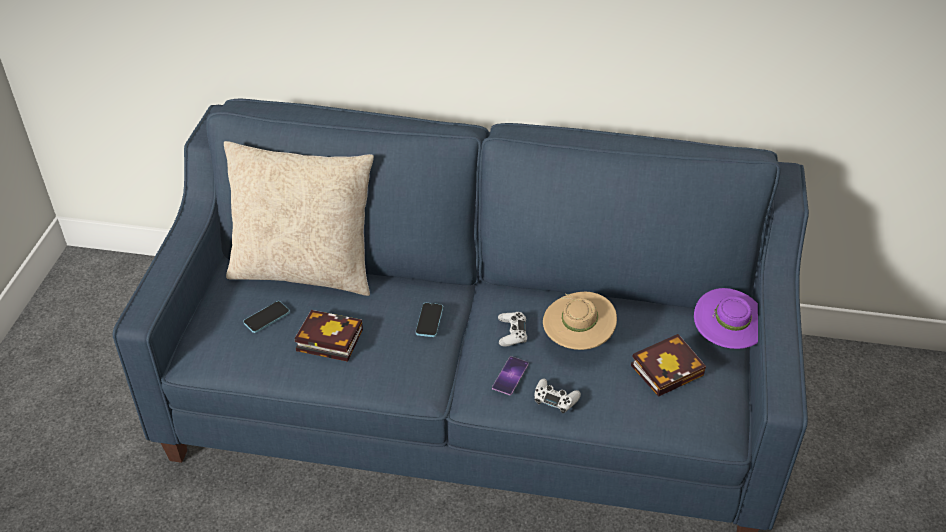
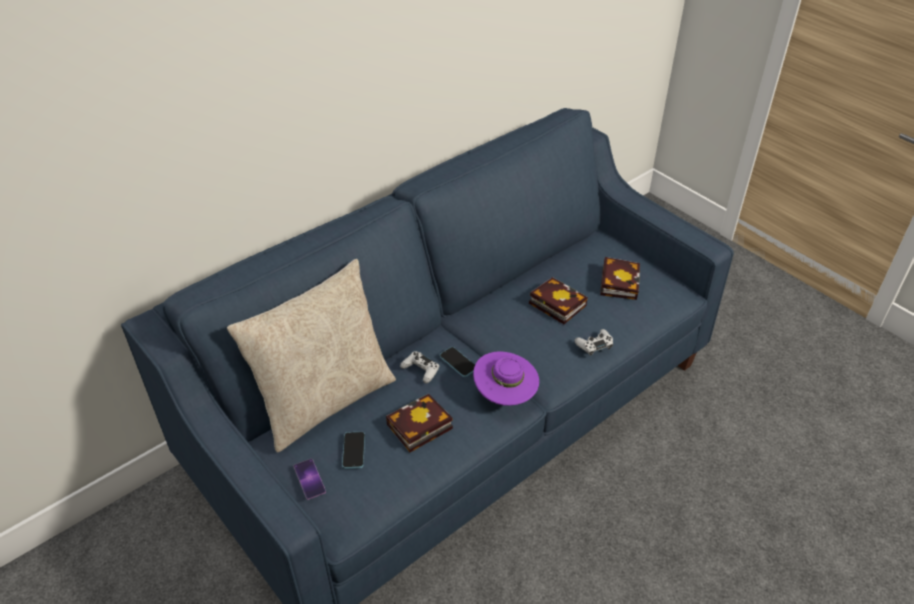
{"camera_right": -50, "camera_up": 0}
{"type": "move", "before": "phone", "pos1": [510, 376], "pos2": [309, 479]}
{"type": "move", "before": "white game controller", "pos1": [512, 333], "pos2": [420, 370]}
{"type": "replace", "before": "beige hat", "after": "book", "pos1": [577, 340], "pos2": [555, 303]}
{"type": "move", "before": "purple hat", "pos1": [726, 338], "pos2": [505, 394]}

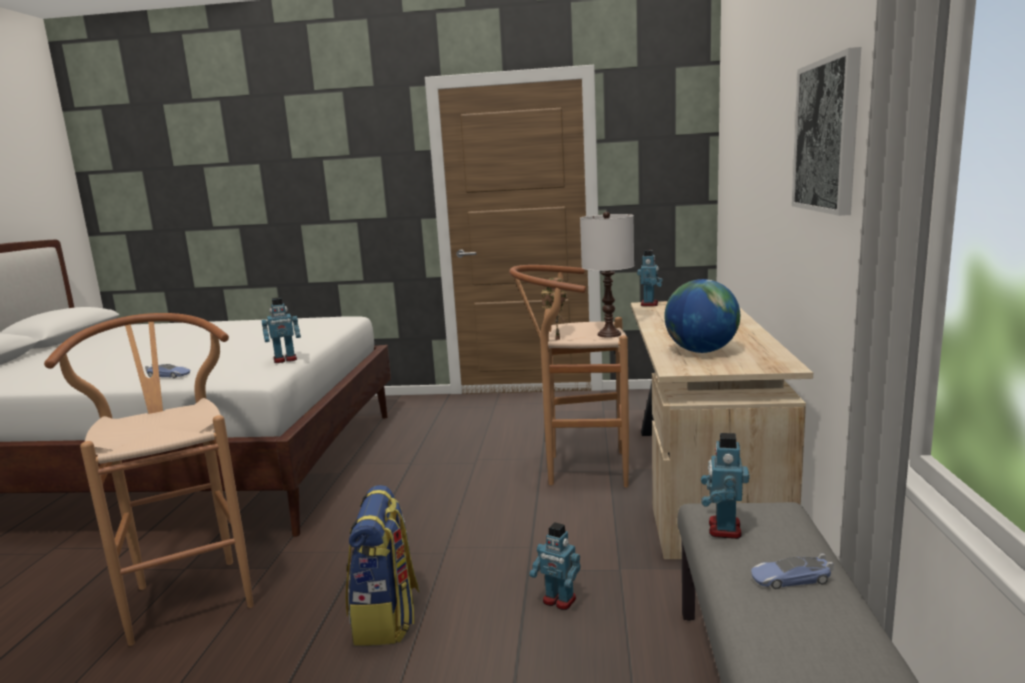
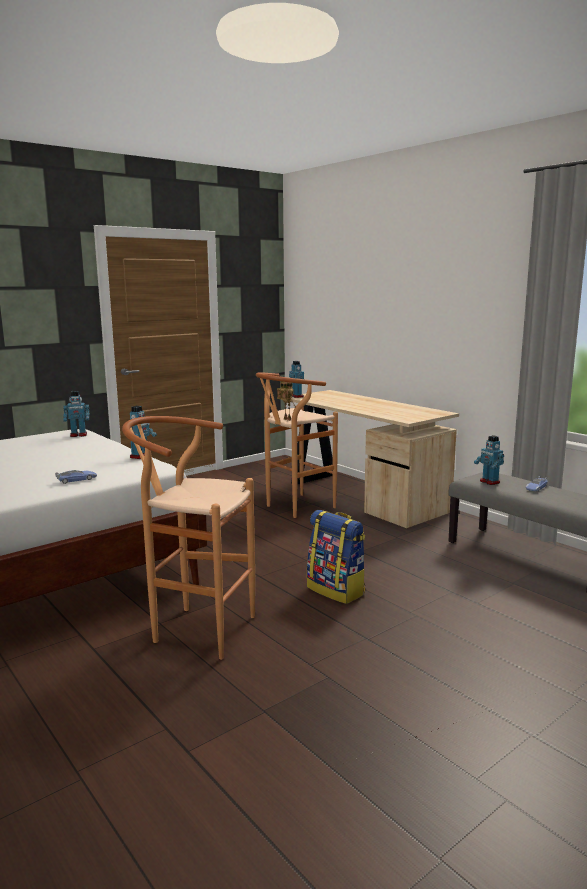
{"camera_right": -45, "camera_up": 0}
{"type": "move", "before": "toy robot", "pos1": [559, 601], "pos2": [78, 435]}
{"type": "delete", "before": "white table lamp", "pos1": [608, 334]}
{"type": "delete", "before": "globe", "pos1": [701, 351]}
{"type": "delete", "before": "picture", "pos1": [827, 136]}

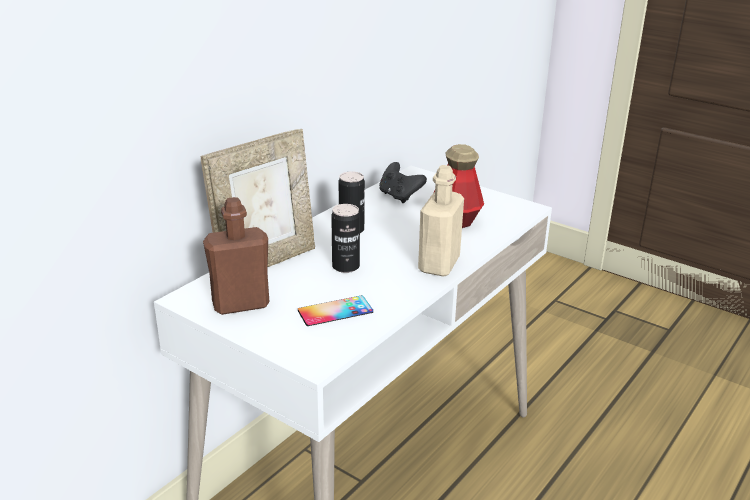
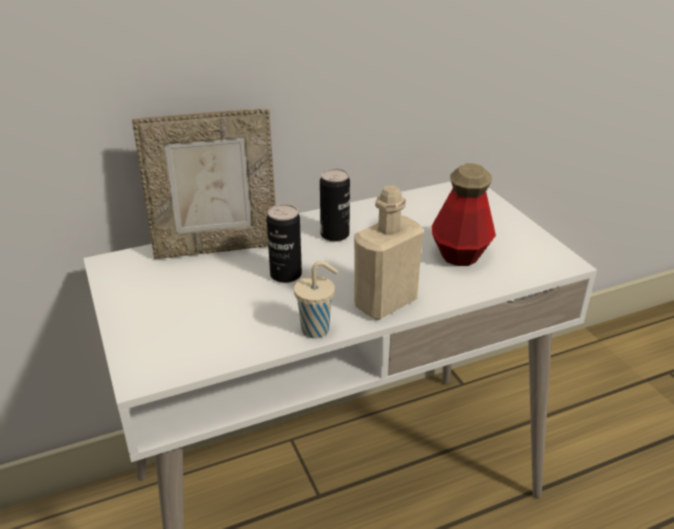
{"camera_right": 30, "camera_up": 5}
{"type": "delete", "before": "brown bottle", "pos1": [240, 304]}
{"type": "delete", "before": "phone", "pos1": [335, 311]}
{"type": "delete", "before": "black game controller", "pos1": [399, 196]}
{"type": "insert", "after": "beige cup", "pos2": [317, 329]}

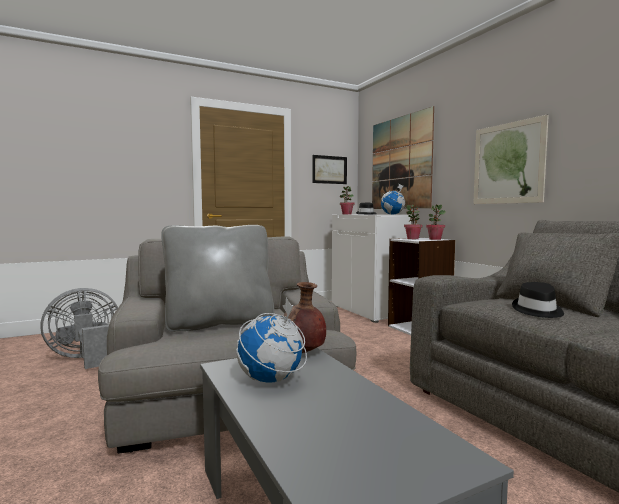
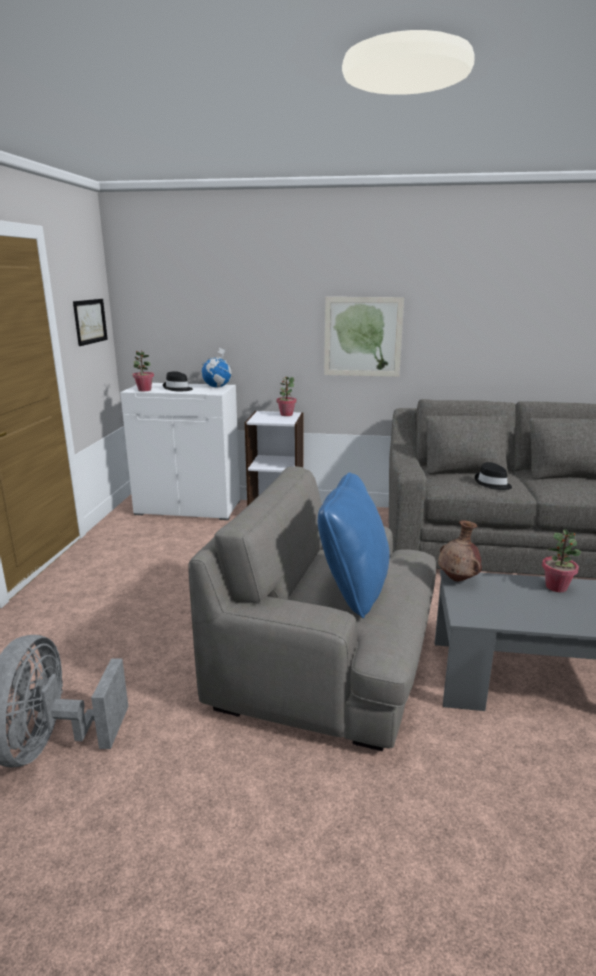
{"camera_right": -55, "camera_up": 15}
{"type": "recolor", "before": "grey pillow", "after": "blue pillow", "pos1": [219, 323], "pos2": [354, 588]}
{"type": "delete", "before": "globe", "pos1": [271, 380]}
{"type": "delete", "before": "picture", "pos1": [400, 163]}
{"type": "move", "before": "potted plant", "pos1": [413, 239], "pos2": [556, 587]}

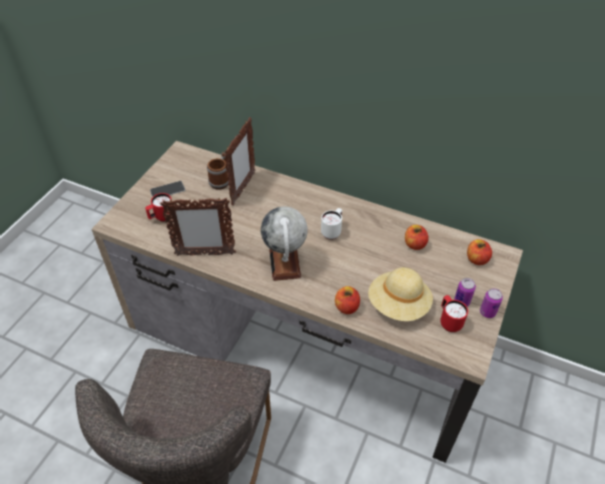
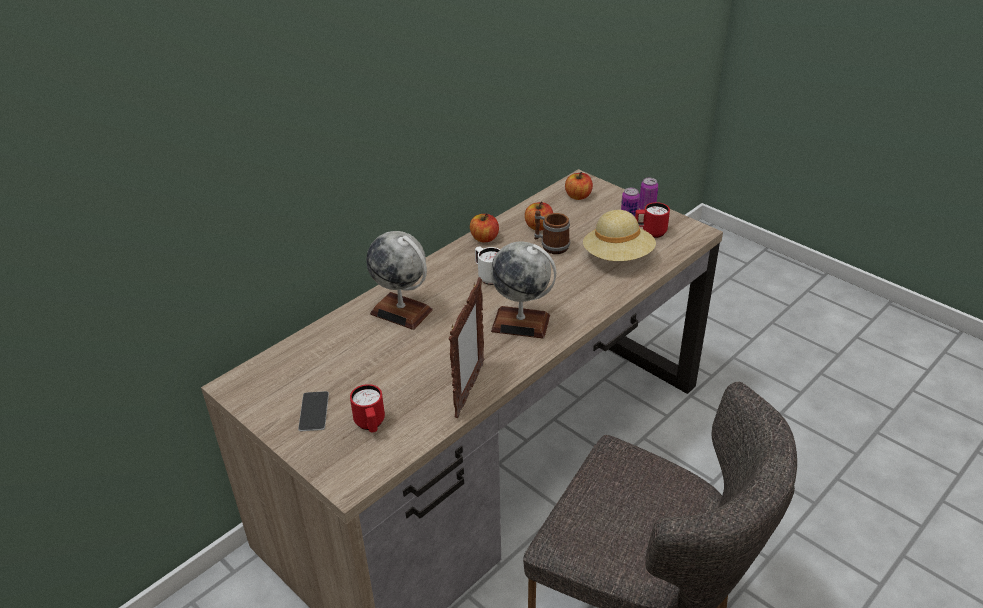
{"camera_right": -70, "camera_up": -10}
{"type": "move", "before": "mug", "pos1": [221, 180], "pos2": [550, 245]}
{"type": "delete", "before": "picture frame", "pos1": [243, 189]}
{"type": "move", "before": "apple", "pos1": [346, 307], "pos2": [484, 238]}
{"type": "insert", "after": "globe", "pos2": [401, 311]}

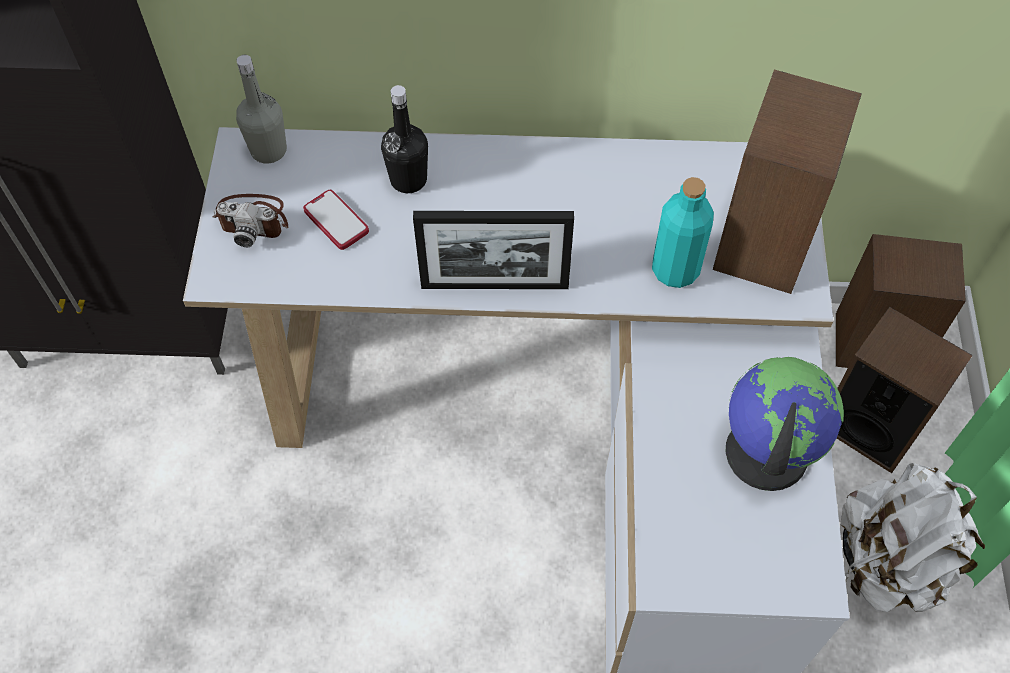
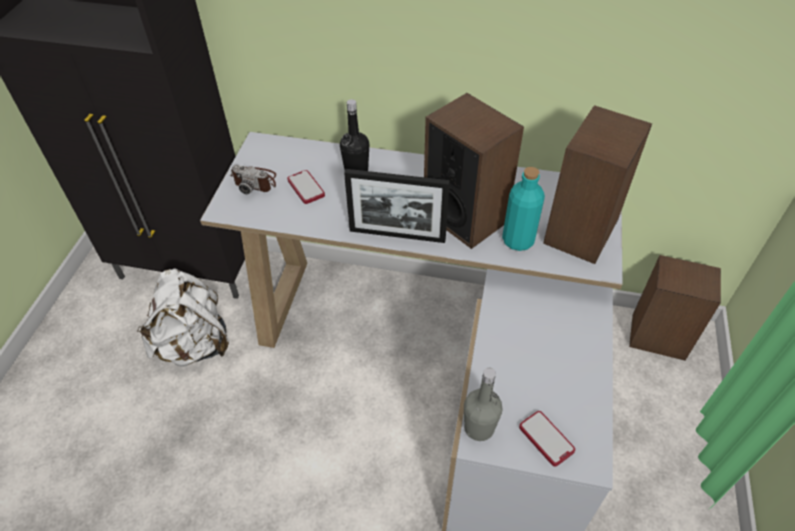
{"camera_right": 10, "camera_up": -10}
{"type": "move", "before": "grey bottle", "pos1": [268, 150], "pos2": [479, 428]}
{"type": "delete", "before": "globe", "pos1": [765, 452]}
{"type": "move", "before": "speaker", "pos1": [870, 425], "pos2": [465, 216]}
{"type": "move", "before": "white backpack", "pos1": [889, 561], "pos2": [194, 344]}
{"type": "insert", "after": "phone", "pos2": [546, 439]}

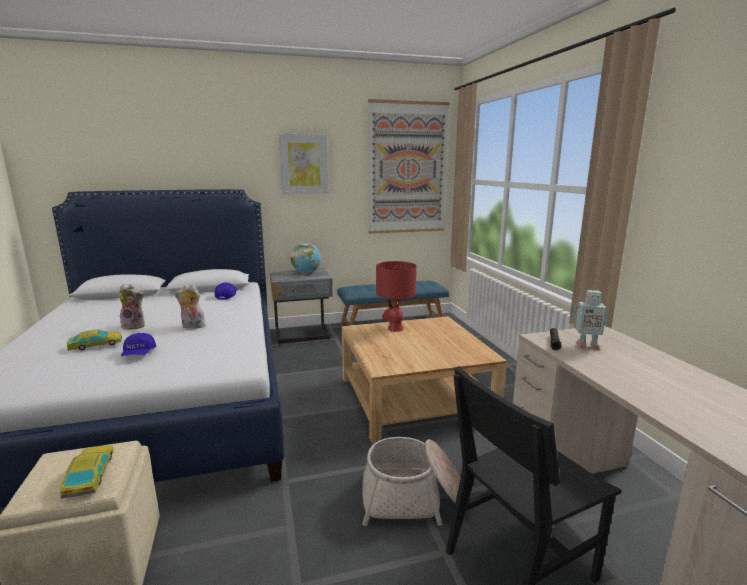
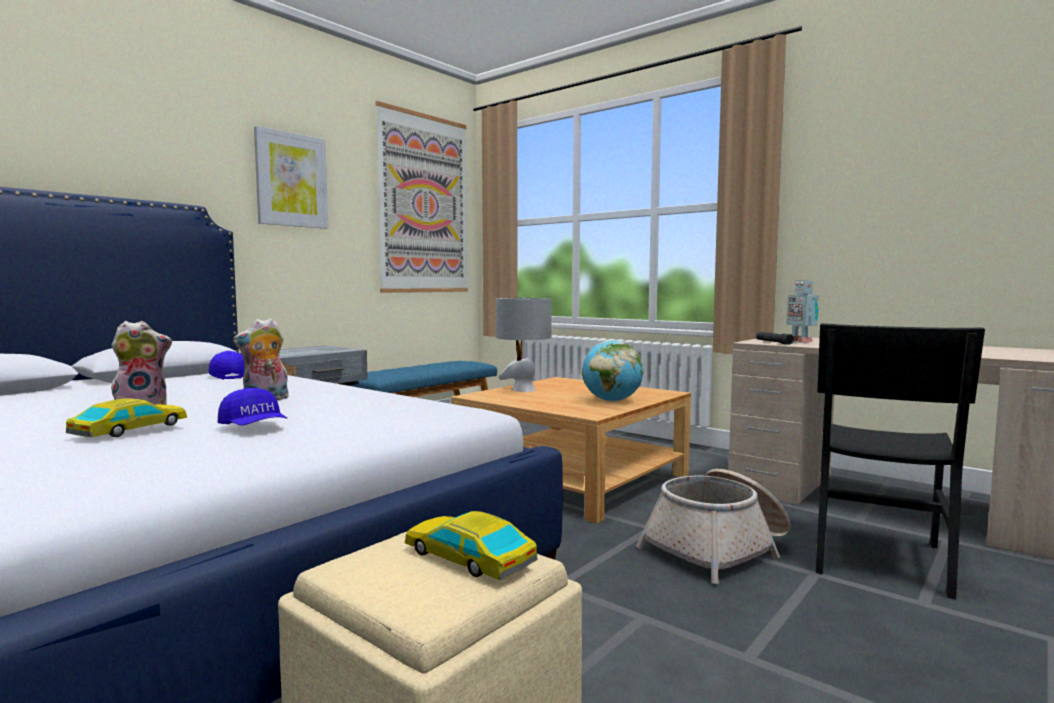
{"camera_right": -35, "camera_up": -10}
{"type": "move", "before": "globe", "pos1": [306, 273], "pos2": [612, 401]}
{"type": "recolor", "before": "red table lamp", "after": "grey table lamp", "pos1": [395, 328], "pos2": [523, 390]}
{"type": "rotate", "before": "toy robot", "pos1": [586, 346], "pos2": [800, 341], "turn": 90}

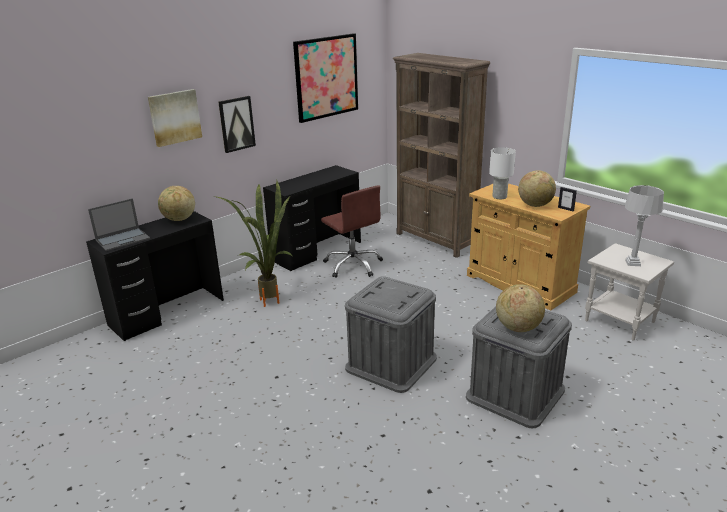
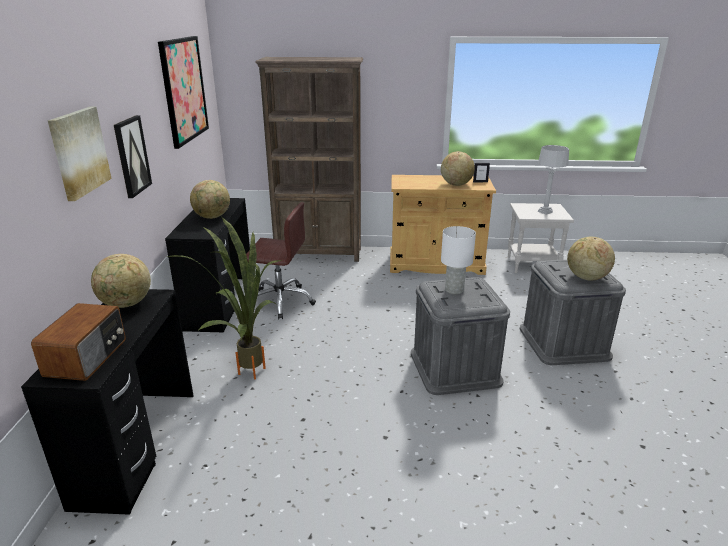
{"camera_right": -45, "camera_up": 0}
{"type": "replace", "before": "laptop", "after": "radio", "pos1": [123, 239], "pos2": [88, 357]}
{"type": "move", "before": "white table lamp", "pos1": [499, 197], "pos2": [454, 290]}
{"type": "insert", "after": "globe", "pos2": [212, 217]}

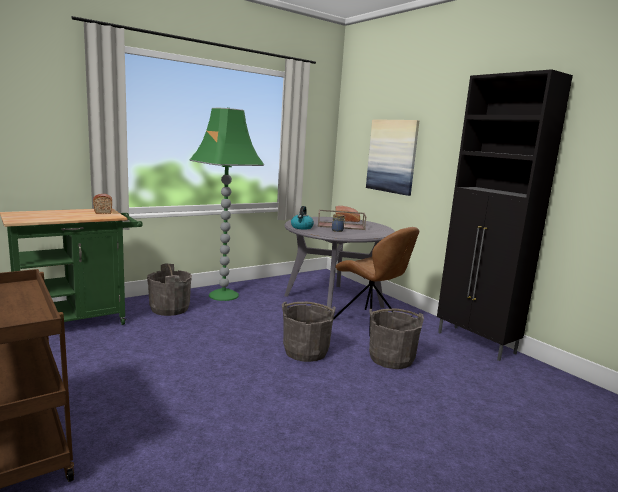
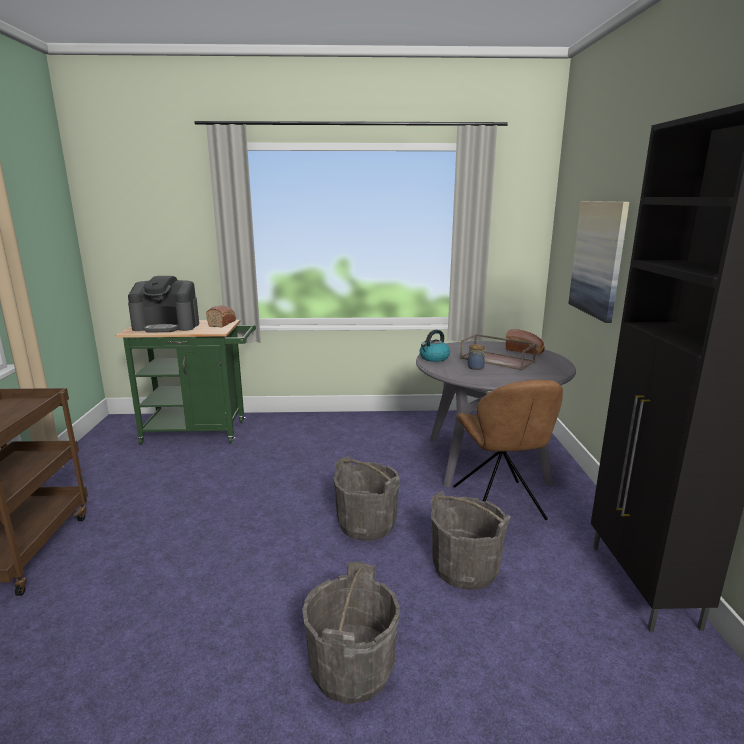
{"camera_right": 35, "camera_up": 5}
{"type": "move", "before": "grey bucket", "pos1": [170, 309], "pos2": [352, 669]}
{"type": "delete", "before": "green floor lamp", "pos1": [223, 295]}
{"type": "insert", "after": "coffee machine", "pos2": [167, 326]}

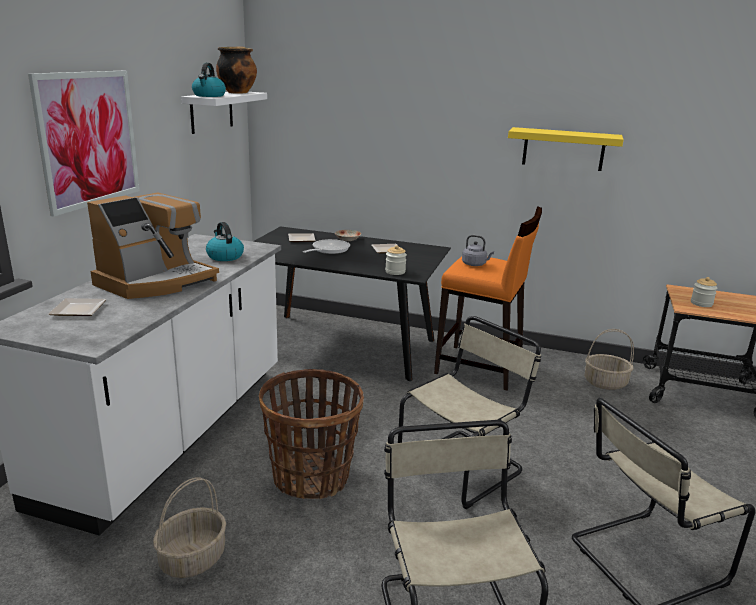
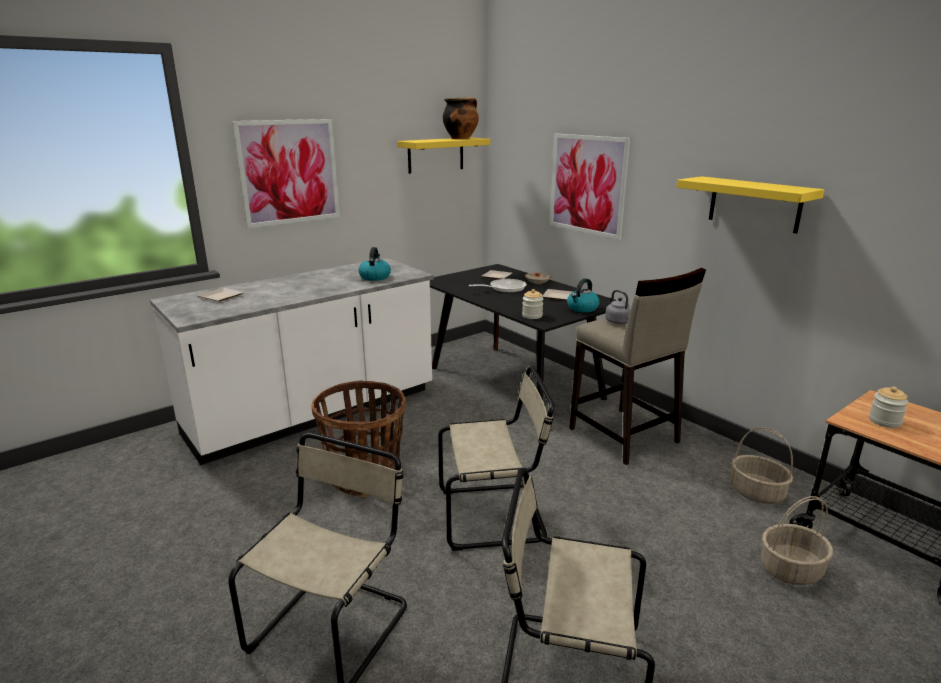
{"camera_right": 35, "camera_up": 0}
{"type": "delete", "before": "coffee machine", "pos1": [156, 282]}
{"type": "move", "before": "basket", "pos1": [193, 558], "pos2": [790, 569]}
{"type": "recolor", "before": "white shelf", "after": "yellow shelf", "pos1": [211, 111], "pos2": [436, 155]}
{"type": "move", "before": "kettle", "pos1": [209, 96], "pos2": [582, 308]}
{"type": "recolor", "before": "orange stool", "after": "beige stool", "pos1": [480, 367], "pos2": [624, 436]}
{"type": "insert", "after": "picture", "pos2": [587, 185]}

